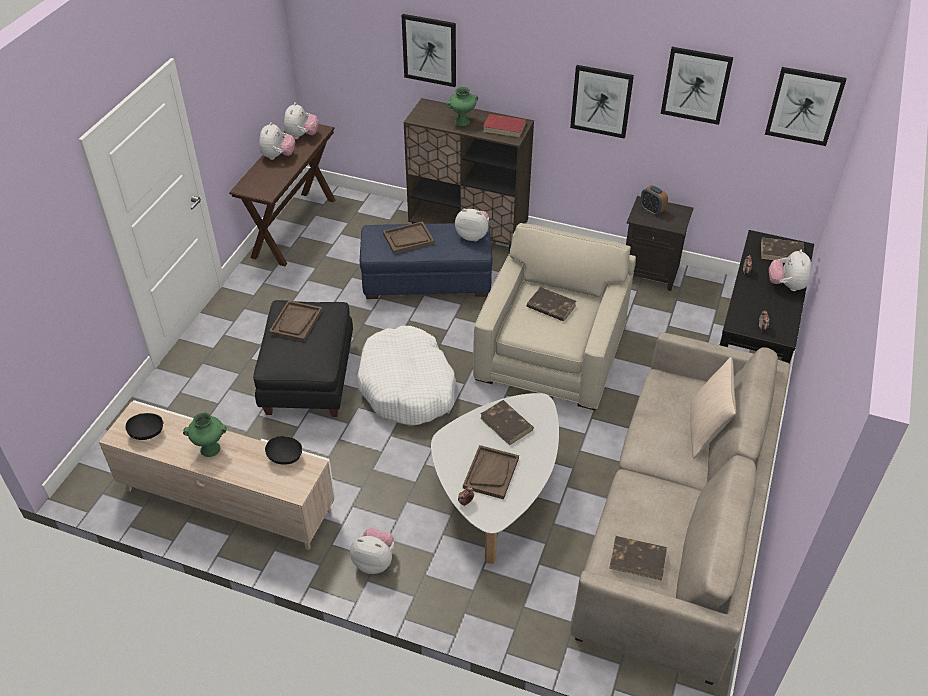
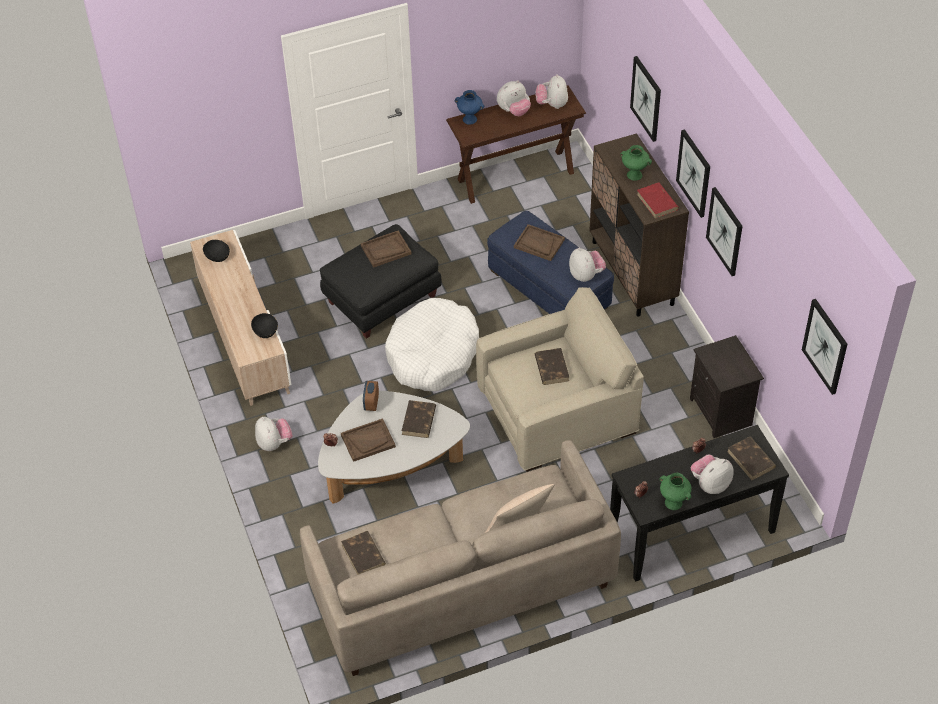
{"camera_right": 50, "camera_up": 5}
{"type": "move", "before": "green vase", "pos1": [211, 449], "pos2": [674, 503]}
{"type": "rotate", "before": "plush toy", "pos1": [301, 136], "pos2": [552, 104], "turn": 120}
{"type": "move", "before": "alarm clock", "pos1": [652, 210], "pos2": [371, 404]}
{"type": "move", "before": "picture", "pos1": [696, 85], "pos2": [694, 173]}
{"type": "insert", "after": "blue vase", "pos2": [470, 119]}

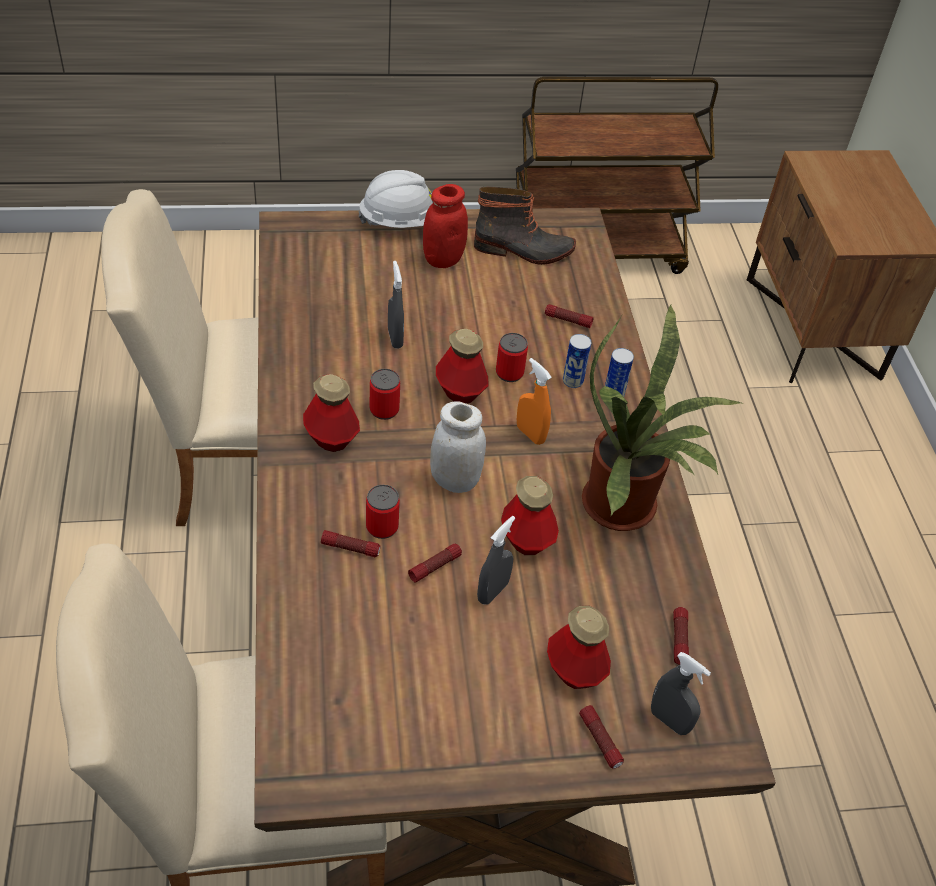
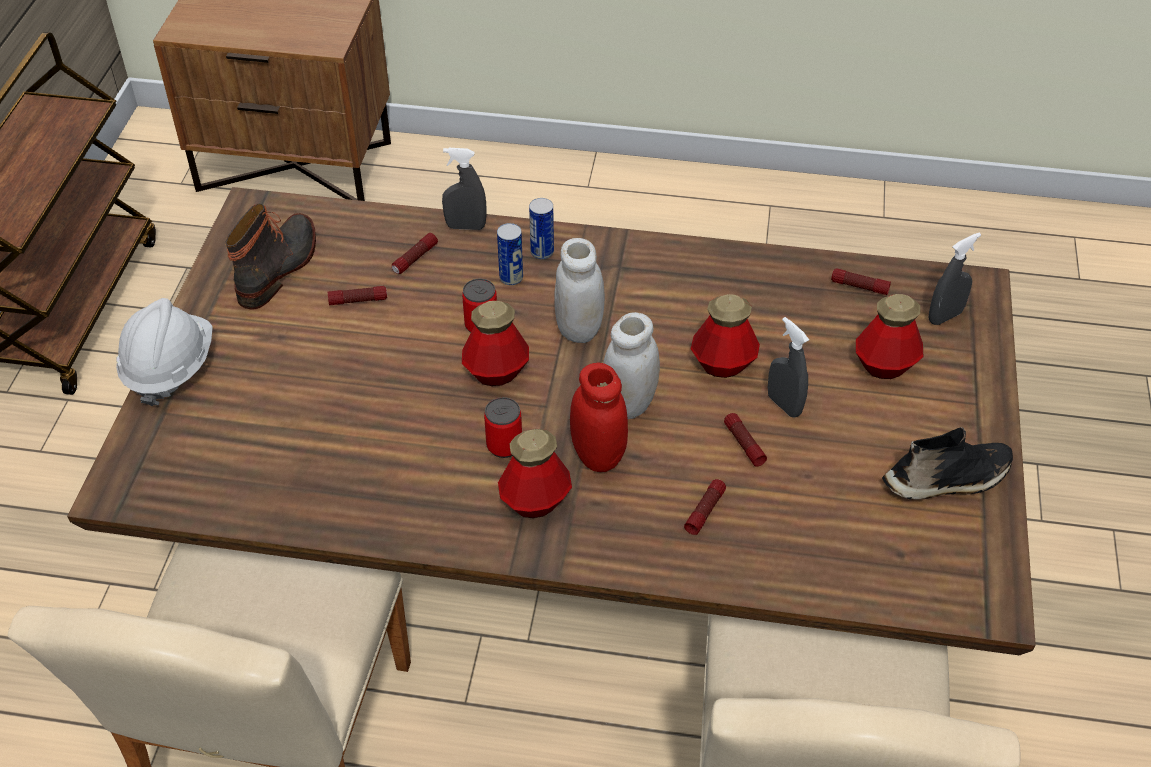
{"camera_right": -70, "camera_up": 0}
{"type": "delete", "before": "can", "pos1": [382, 527]}
{"type": "move", "before": "grey spray bottle", "pos1": [395, 338], "pos2": [466, 226]}
{"type": "move", "before": "red jar", "pos1": [443, 259], "pos2": [598, 456]}
{"type": "replace", "before": "orange spray bottle", "after": "white jar", "pos1": [530, 434], "pos2": [579, 329]}
{"type": "move", "before": "flashlight", "pos1": [600, 740], "pos2": [358, 300]}
{"type": "delete", "before": "potted plant", "pos1": [626, 508]}
{"type": "insert", "after": "black shoe", "pos2": [948, 480]}

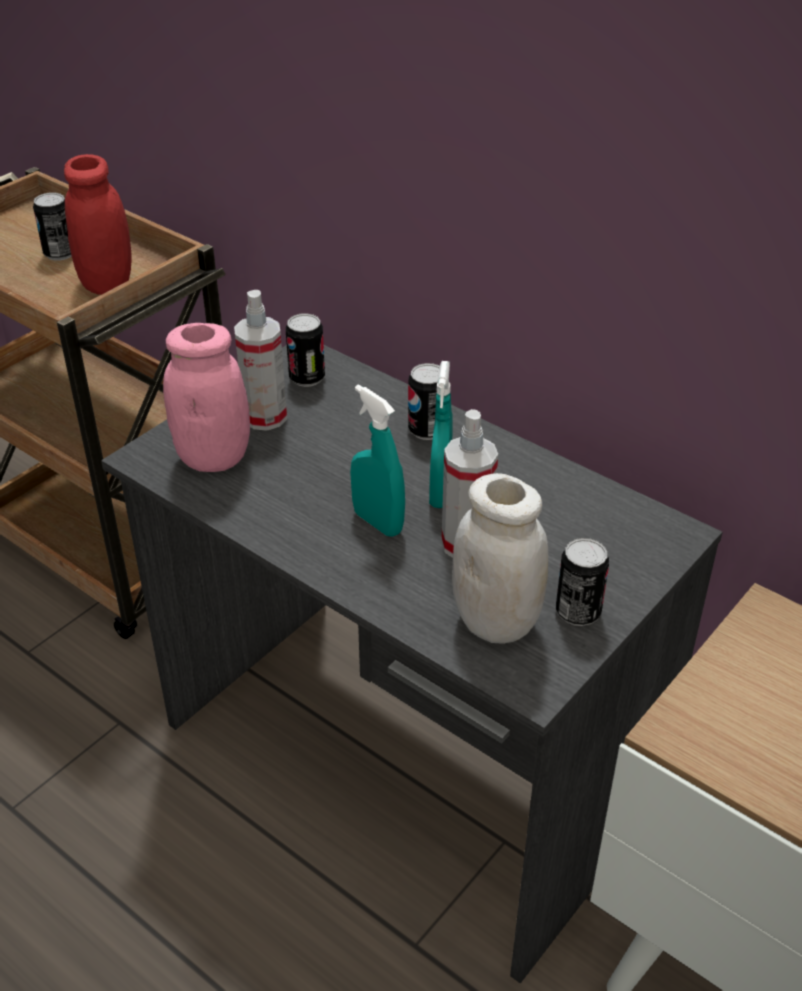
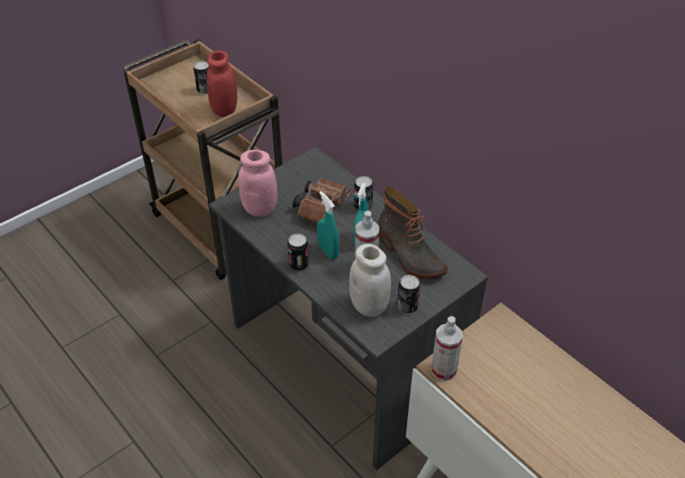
{"camera_right": 10, "camera_up": 5}
{"type": "move", "before": "spray bottle", "pos1": [265, 417], "pos2": [443, 370]}
{"type": "move", "before": "can", "pos1": [307, 378], "pos2": [298, 265]}
{"type": "insert", "after": "brown binoculars", "pos2": [322, 207]}
{"type": "insert", "after": "boot", "pos2": [409, 255]}

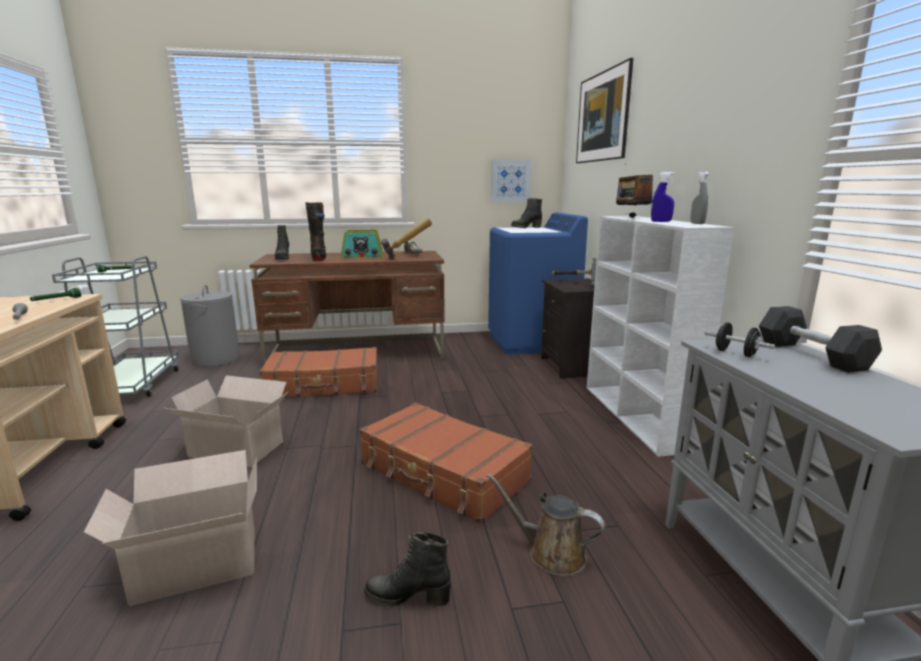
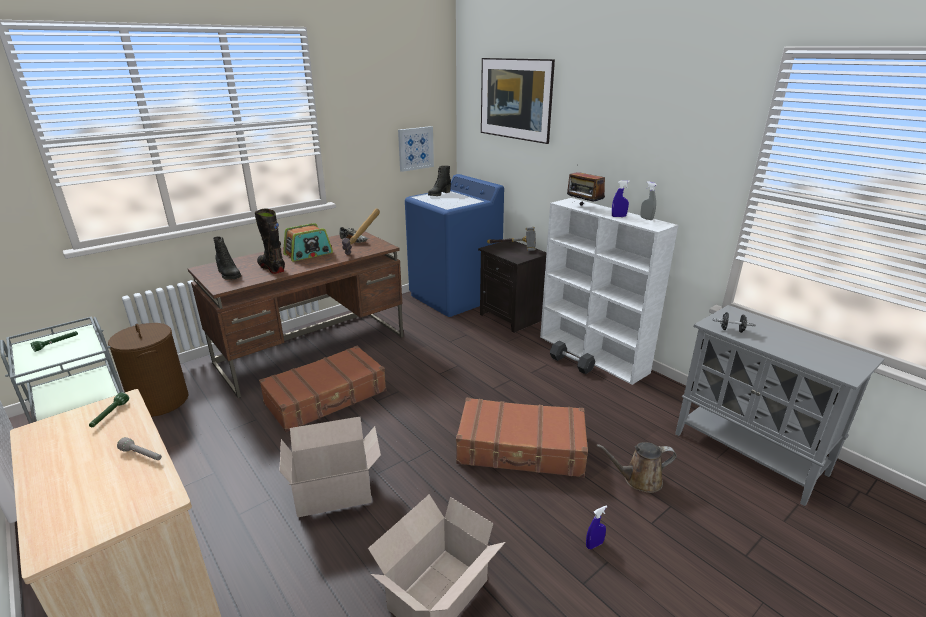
{"camera_right": -30, "camera_up": 10}
{"type": "recolor", "before": "grey laundry basket", "after": "brown laundry basket", "pos1": [215, 359], "pos2": [160, 401]}
{"type": "replace", "before": "black boot", "after": "blue spray bottle", "pos1": [407, 596], "pos2": [594, 545]}
{"type": "move", "before": "grey dumbbell", "pos1": [811, 355], "pos2": [571, 364]}

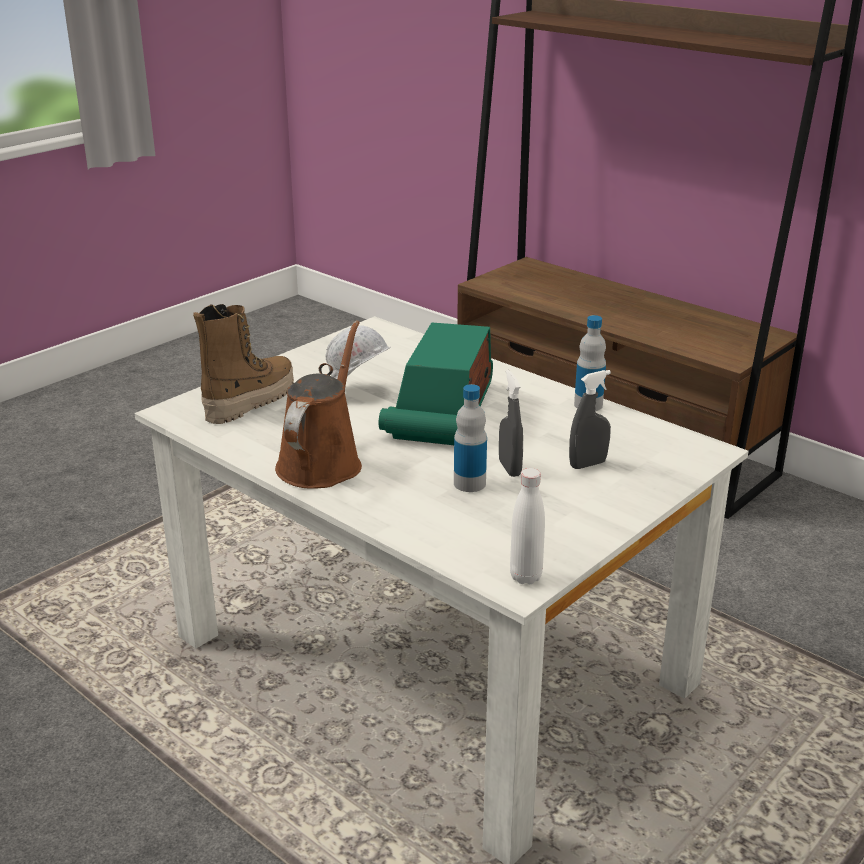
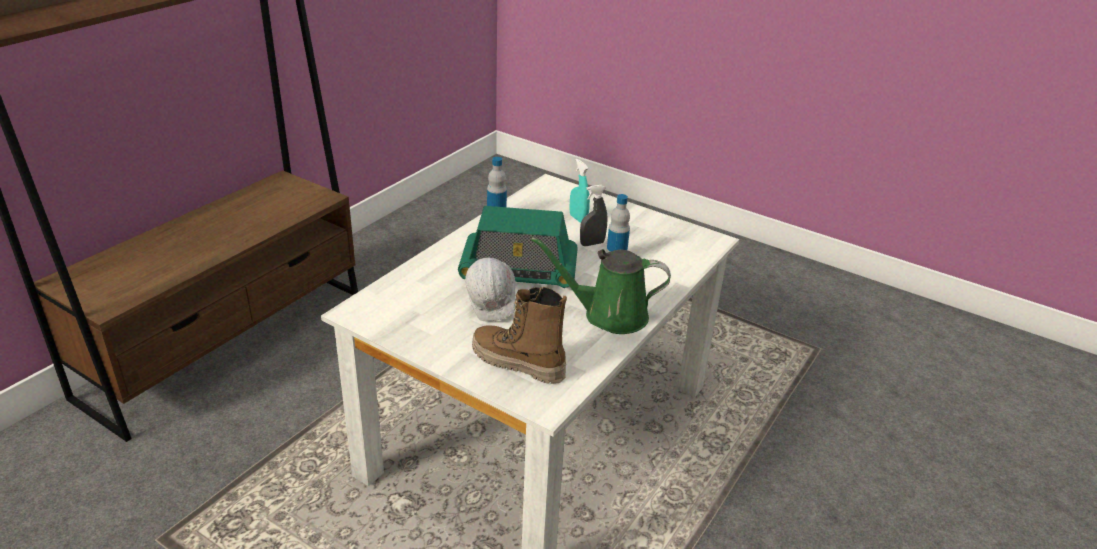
{"camera_right": -100, "camera_up": 5}
{"type": "recolor", "before": "brown watering can", "after": "green watering can", "pos1": [322, 462], "pos2": [609, 315]}
{"type": "delete", "before": "white bottle", "pos1": [525, 577]}
{"type": "recolor", "before": "grey spray bottle", "after": "turquoise spray bottle", "pos1": [588, 464], "pos2": [578, 219]}

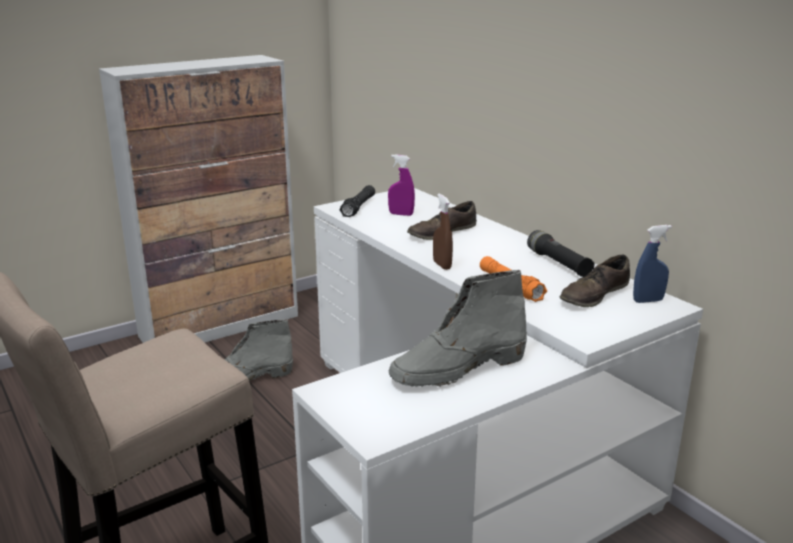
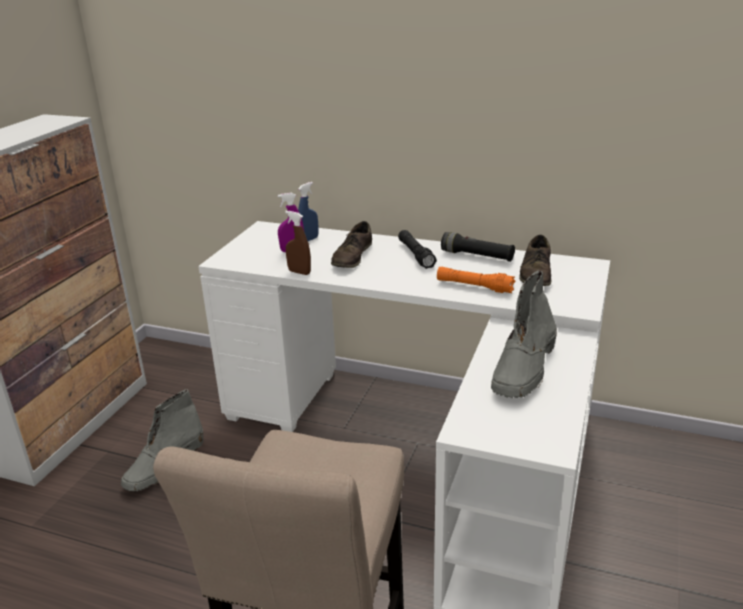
{"camera_right": -35, "camera_up": 5}
{"type": "move", "before": "black flashlight", "pos1": [358, 207], "pos2": [415, 255]}
{"type": "move", "before": "brown spray bottle", "pos1": [442, 265], "pos2": [299, 272]}
{"type": "move", "before": "blue spray bottle", "pos1": [648, 301], "pos2": [309, 239]}

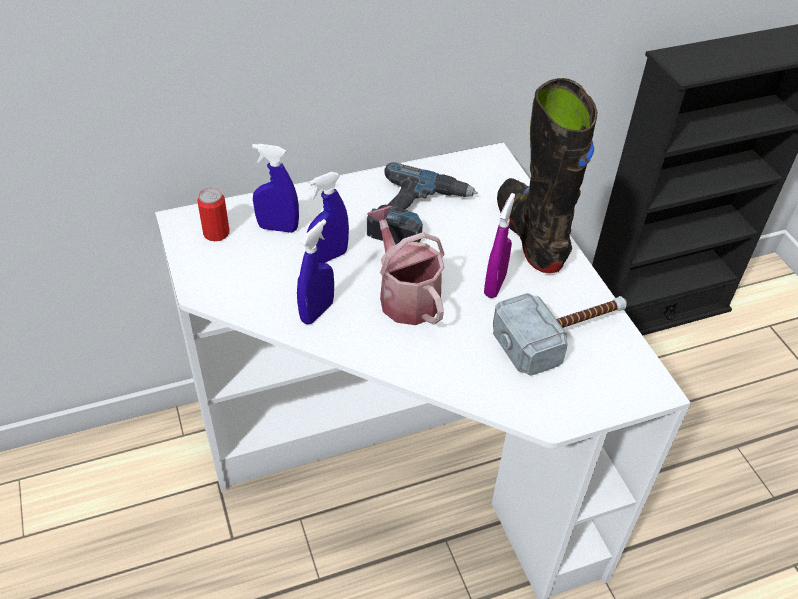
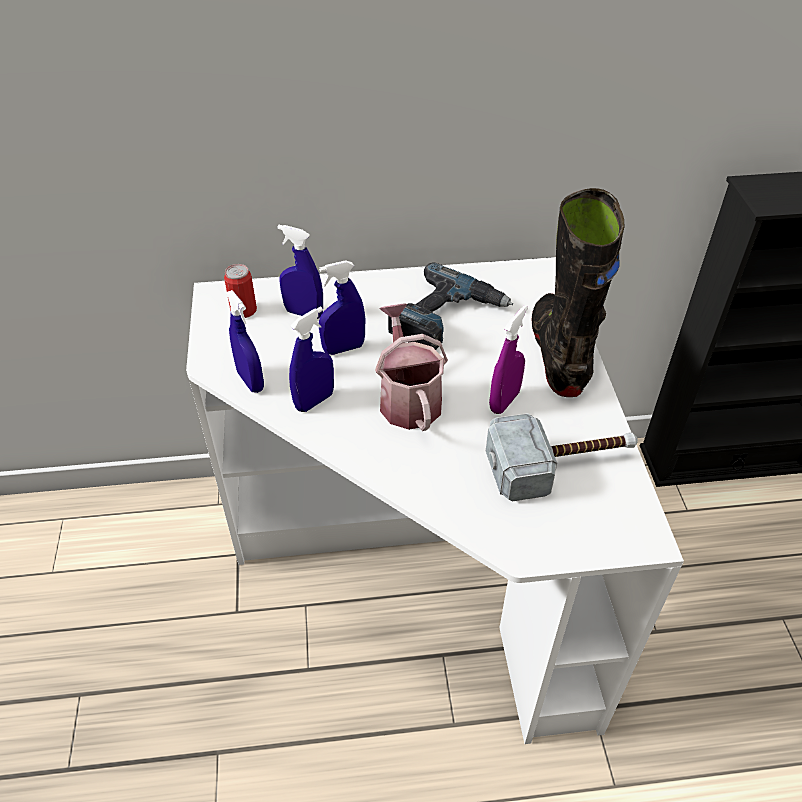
{"camera_right": 15, "camera_up": 0}
{"type": "insert", "after": "blue spray bottle", "pos2": [250, 381]}

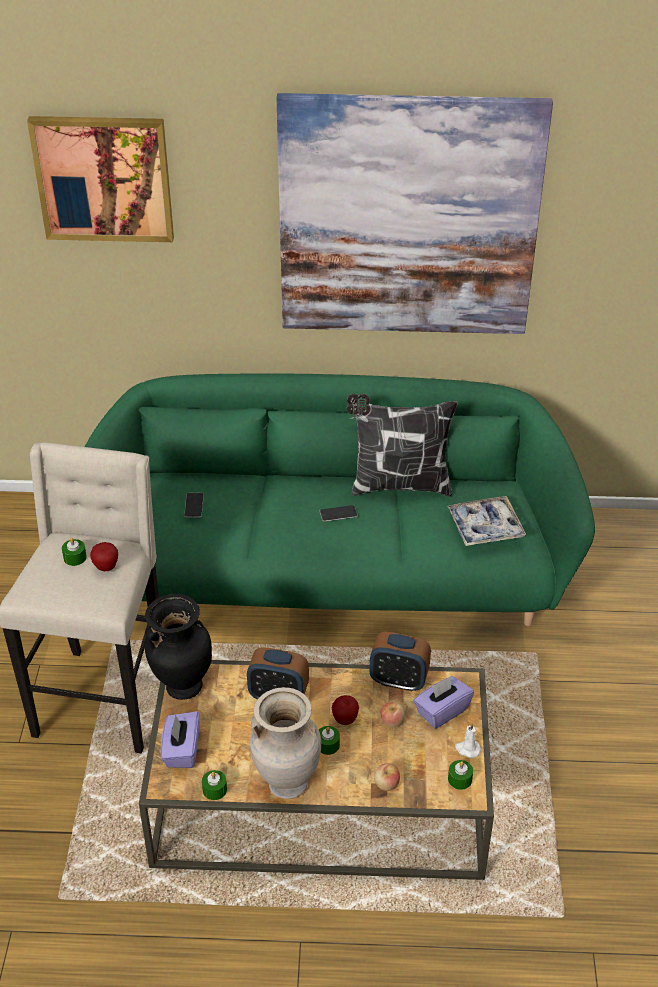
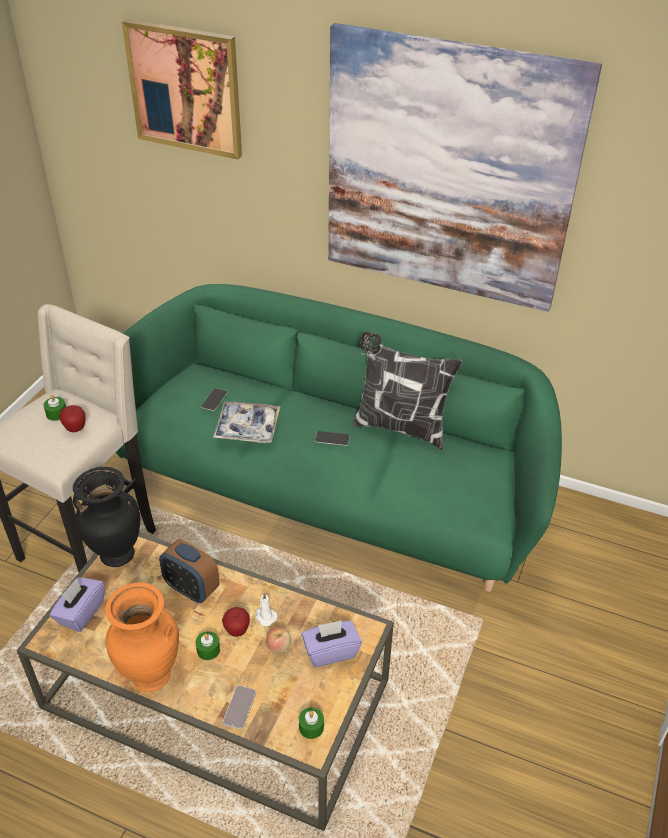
{"camera_right": 20, "camera_up": 0}
{"type": "delete", "before": "green candle", "pos1": [214, 789]}
{"type": "recolor", "before": "beige vase", "after": "orange vase", "pos1": [287, 783], "pos2": [151, 675]}
{"type": "delete", "before": "alarm clock", "pos1": [398, 680]}
{"type": "replace", "before": "apple", "after": "phone", "pos1": [386, 784], "pos2": [239, 707]}
{"type": "move", "before": "tray", "pos1": [485, 527], "pos2": [247, 428]}
{"type": "move", "before": "white candle", "pos1": [467, 749], "pos2": [265, 617]}

